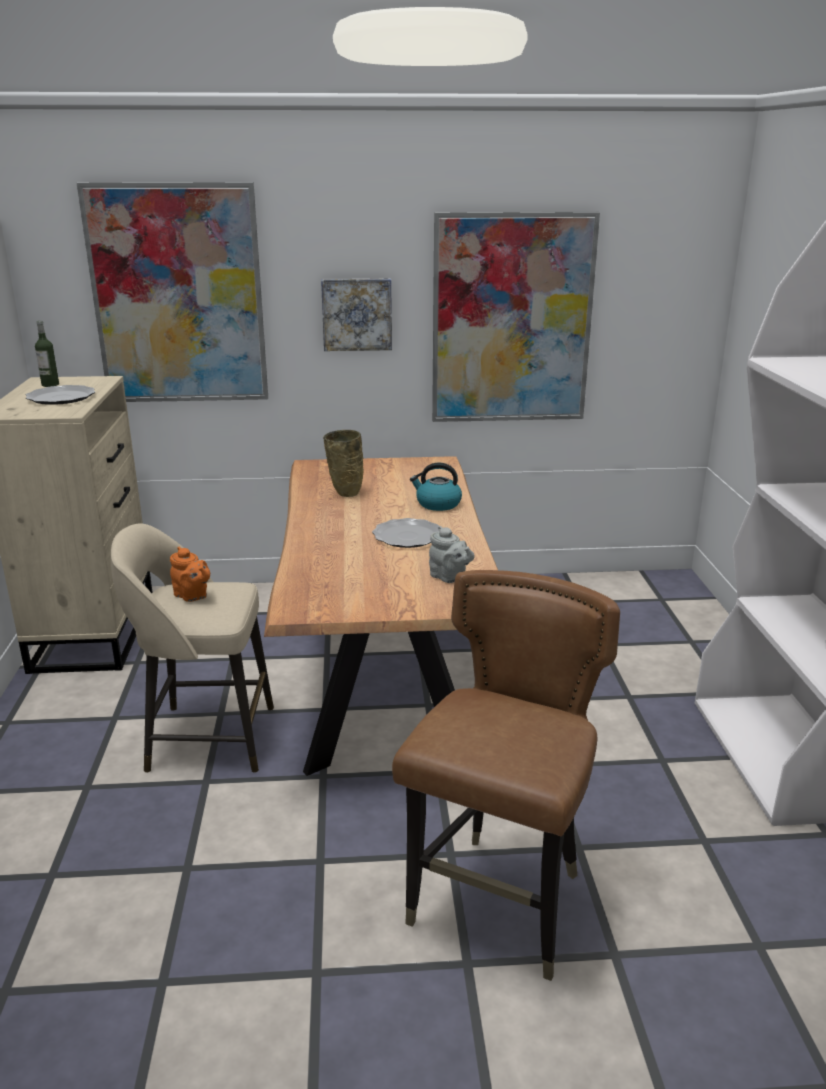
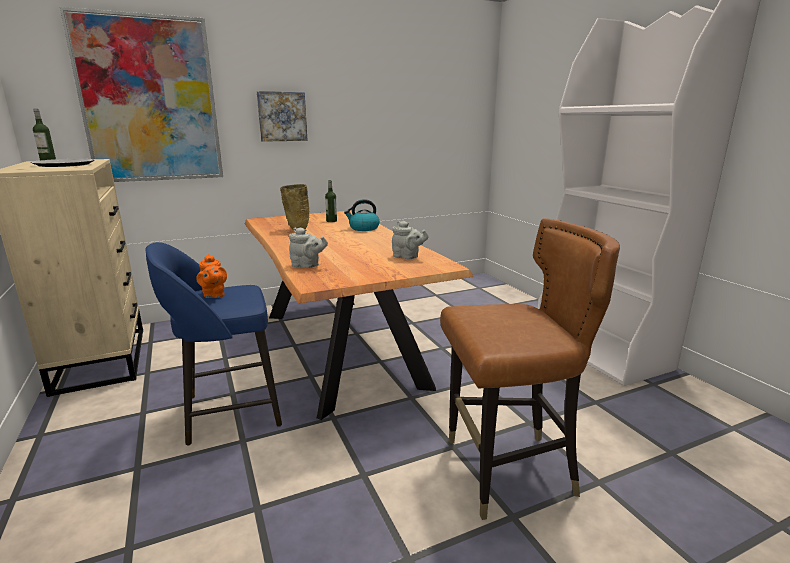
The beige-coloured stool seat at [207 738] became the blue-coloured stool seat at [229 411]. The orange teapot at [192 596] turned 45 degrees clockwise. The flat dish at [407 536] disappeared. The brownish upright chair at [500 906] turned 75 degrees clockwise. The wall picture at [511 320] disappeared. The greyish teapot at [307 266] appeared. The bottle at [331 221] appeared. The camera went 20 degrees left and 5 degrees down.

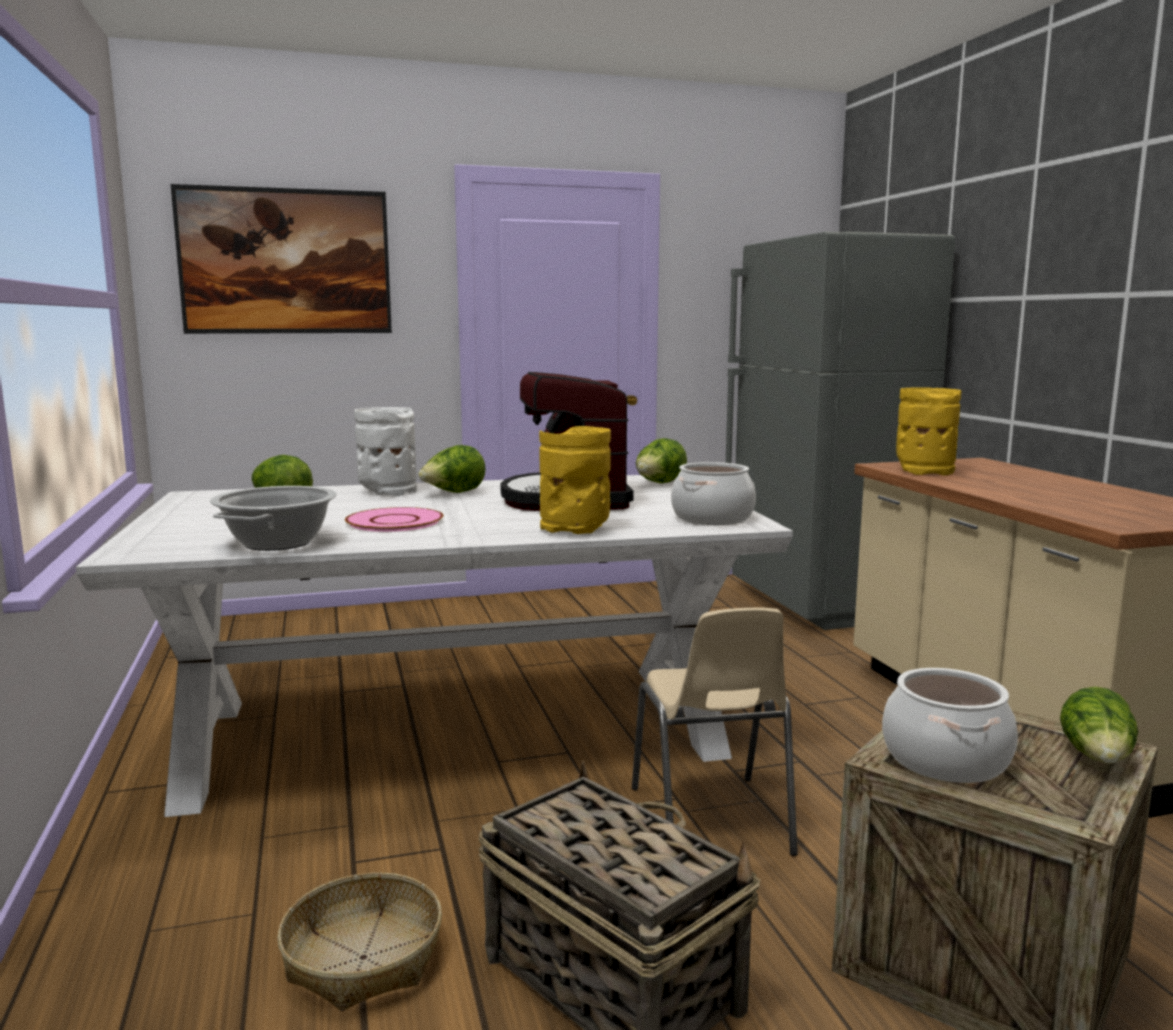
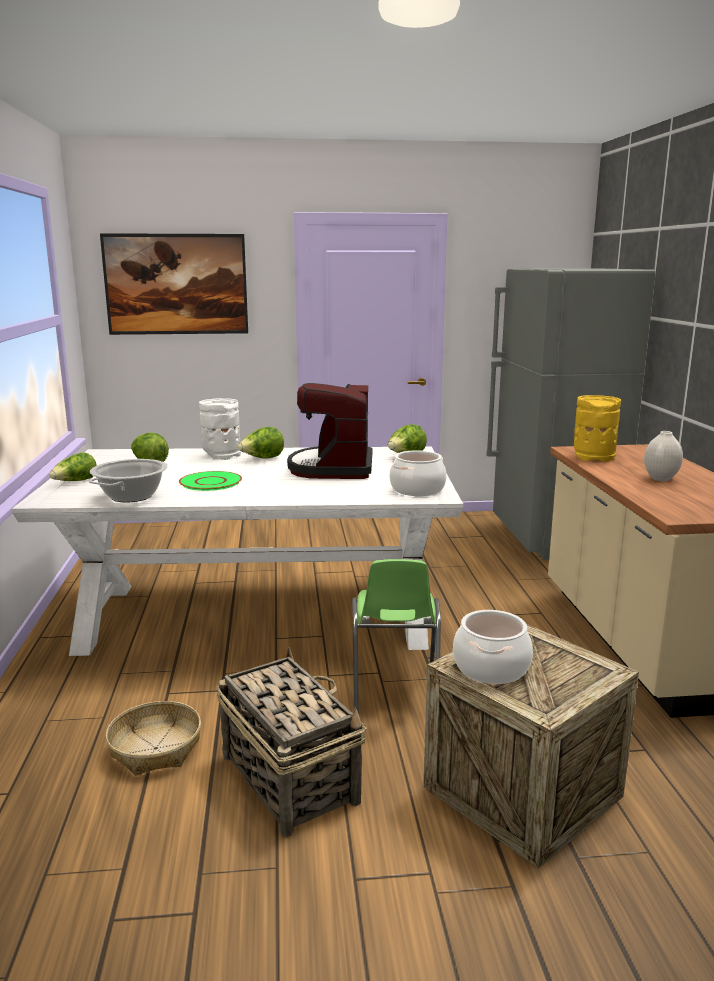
The pink flat dish at [395 521] became the greenish flat dish at [211 482]. The yellow-coloured flower vase at [575 530] disappeared. The beige-coloured upright chair at [710 821] became the greenish upright chair at [394 689]. The lettuce head moved from [1098 758] to [75 482]. The whitish flower vase at [660 479] appeared. The camera went 10 degrees right and 5 degrees up.

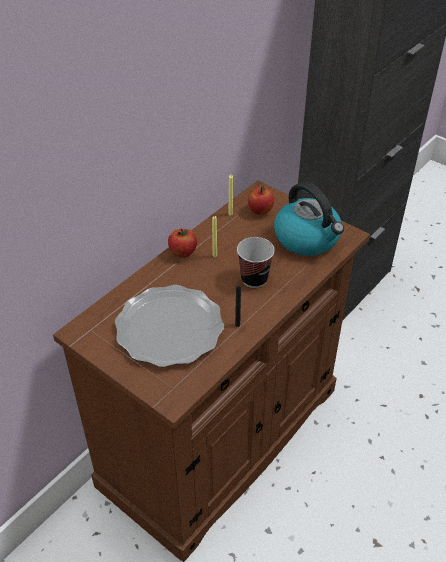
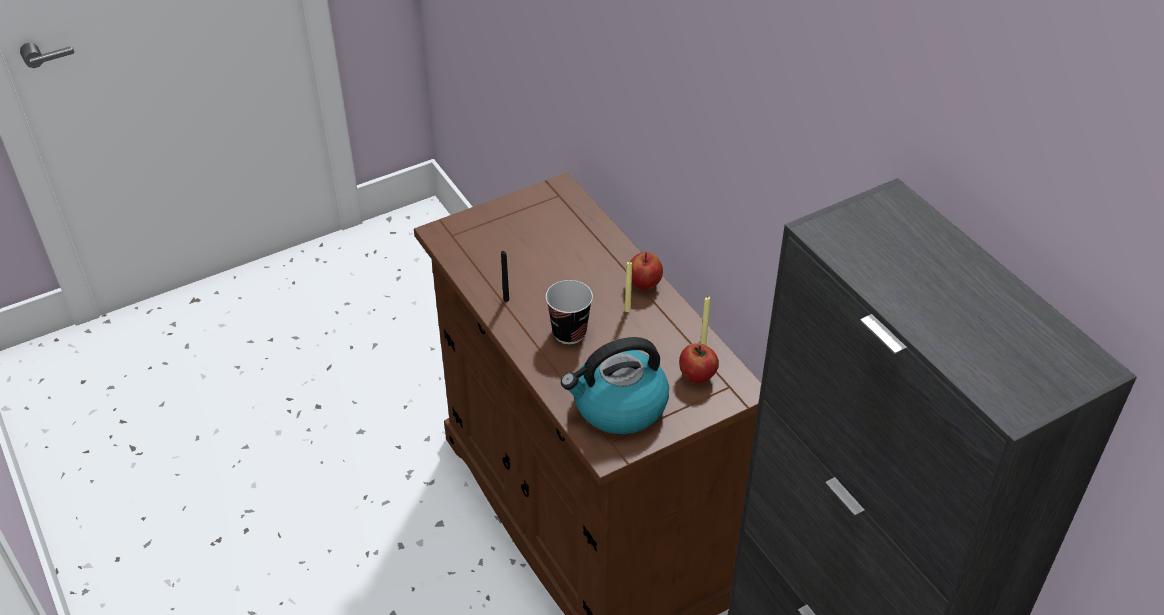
The flat dish at [170 328] disappeared. The camera went 110 degrees right and 0 degrees up.

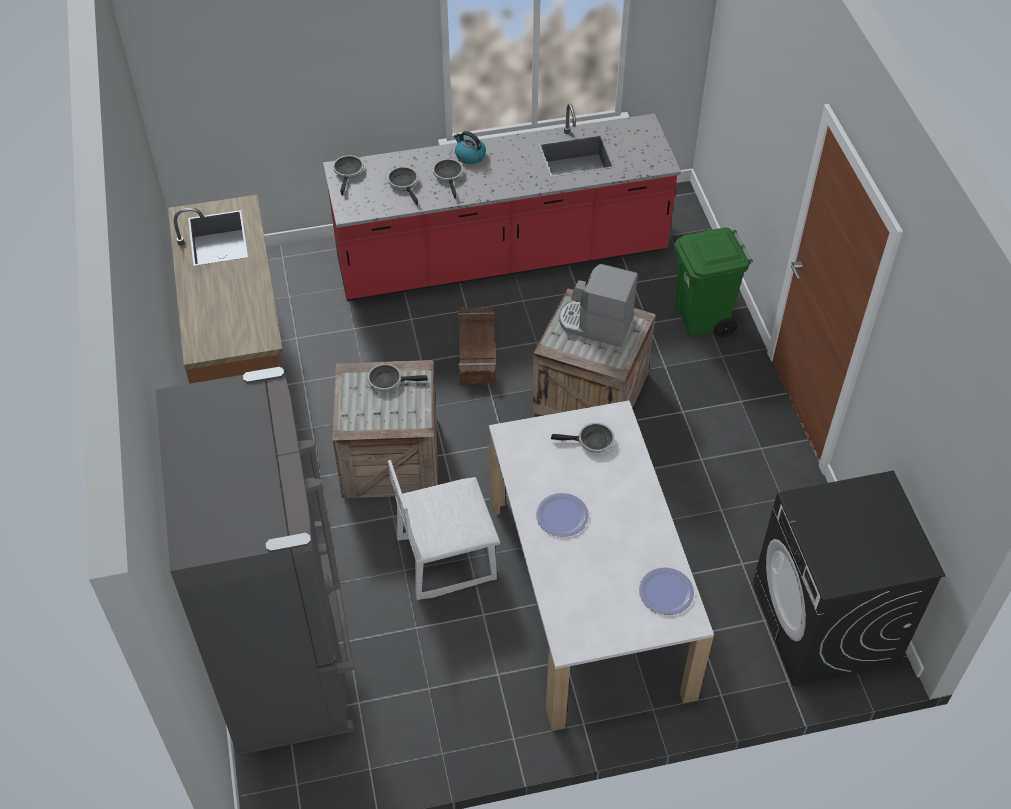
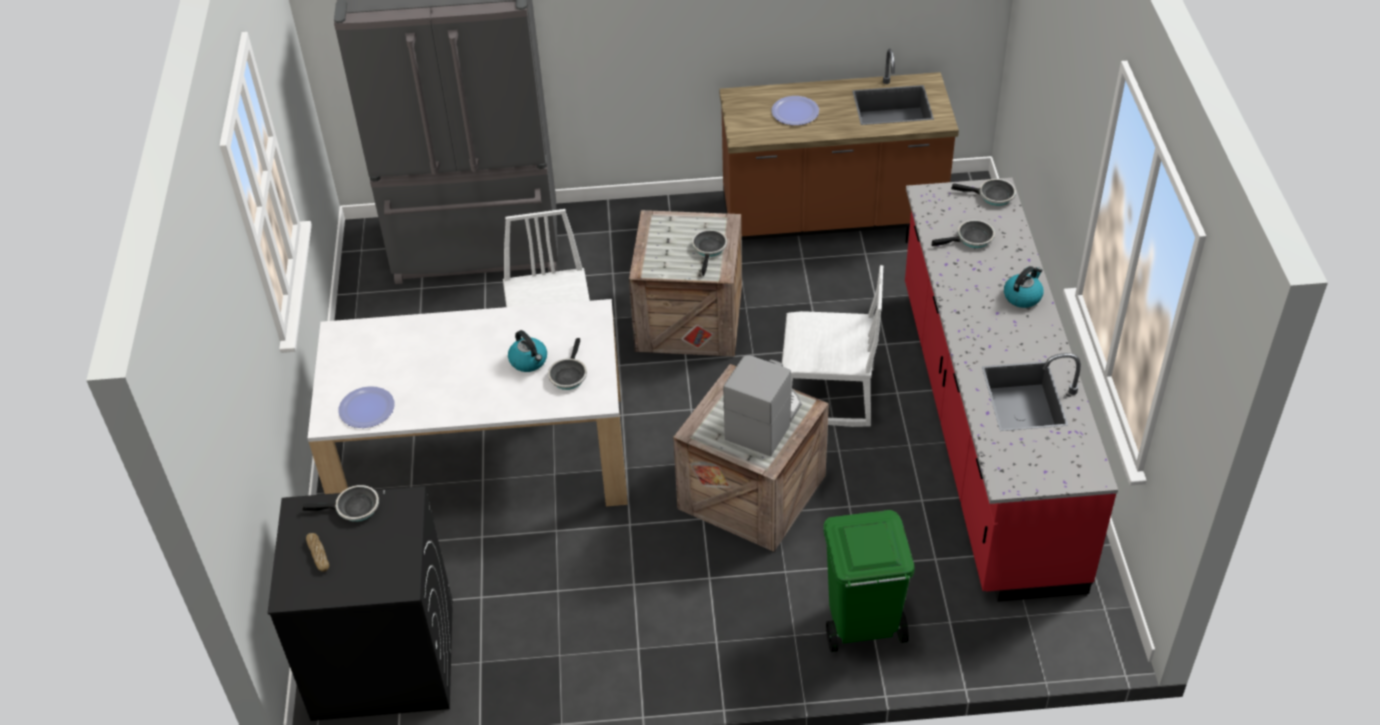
The pan moved from [449 176] to [354 508]. The crate at [477 352] was replaced by the whitish upright chair at [828 397]. The flat dish moved from [562 516] to [795 112]. The bakery bread at [318 554] appeared. The kettle at [529 361] appeared. The camera went 100 degrees right and 5 degrees down.

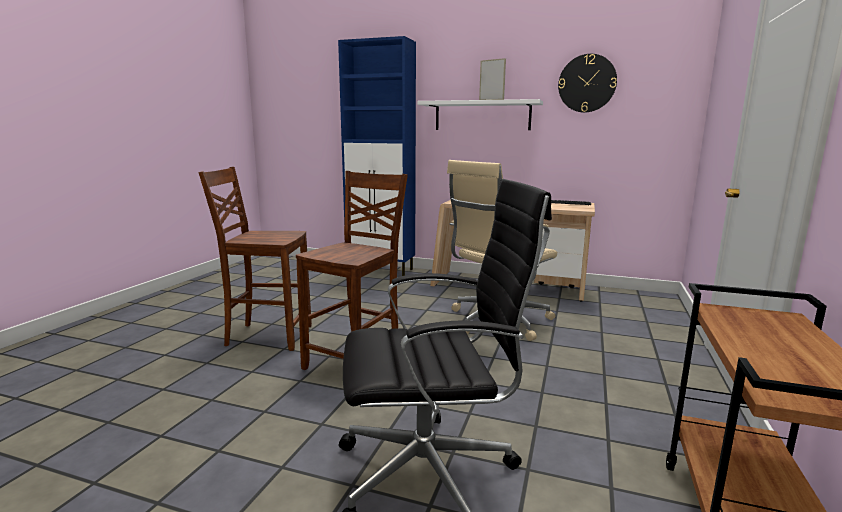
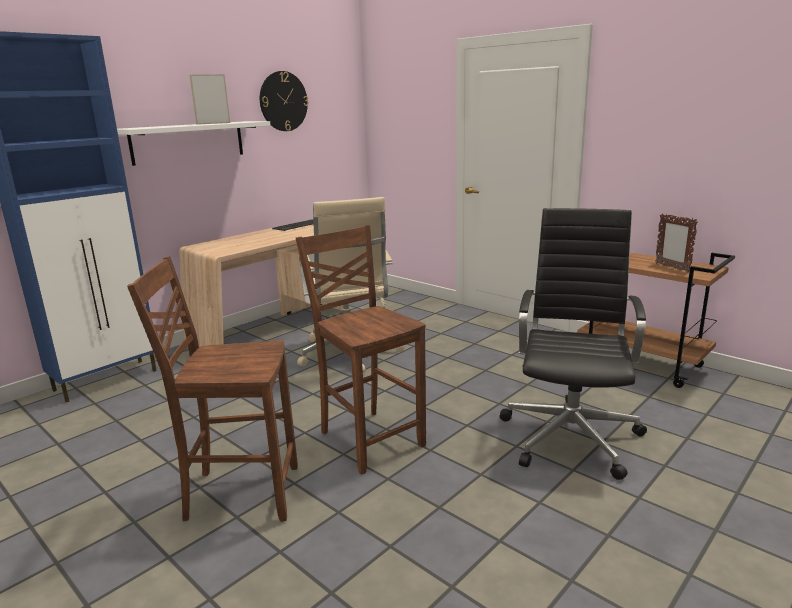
The brownish upright chair at [267 336] turned 60 degrees clockwise. The picture frame at [671 267] appeared. The camera went 65 degrees left and 5 degrees up.

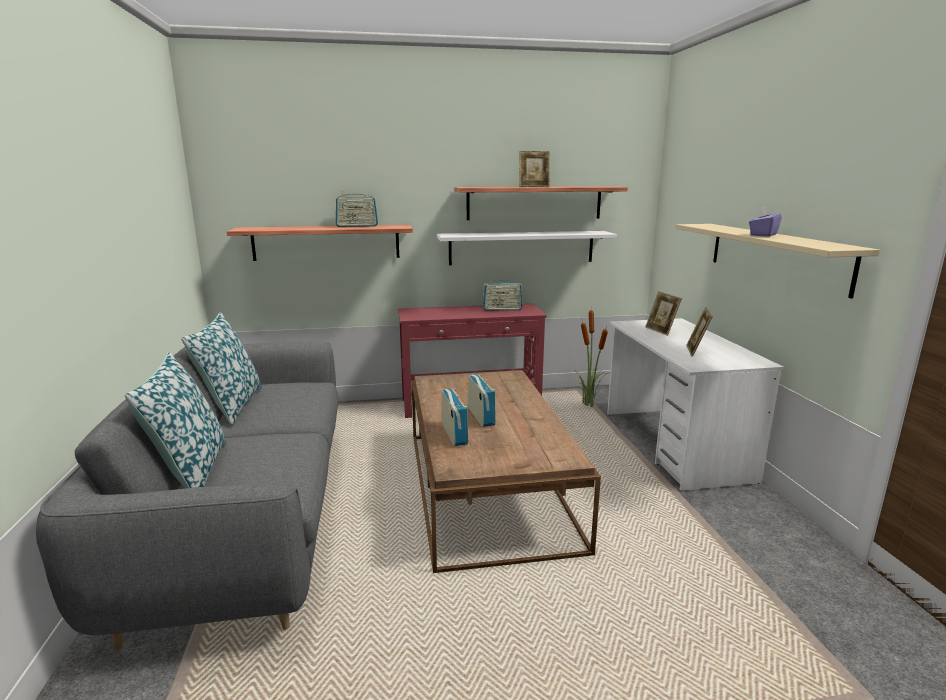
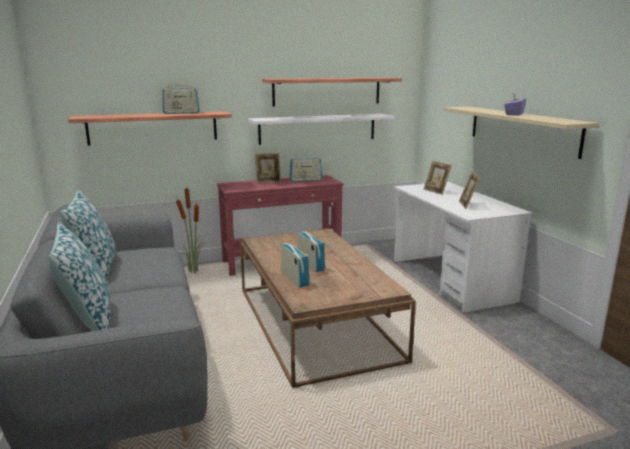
The picture frame moved from [533 187] to [268 181]. The houseplant moved from [589 404] to [194 271]. The camera went 10 degrees left and 0 degrees up.

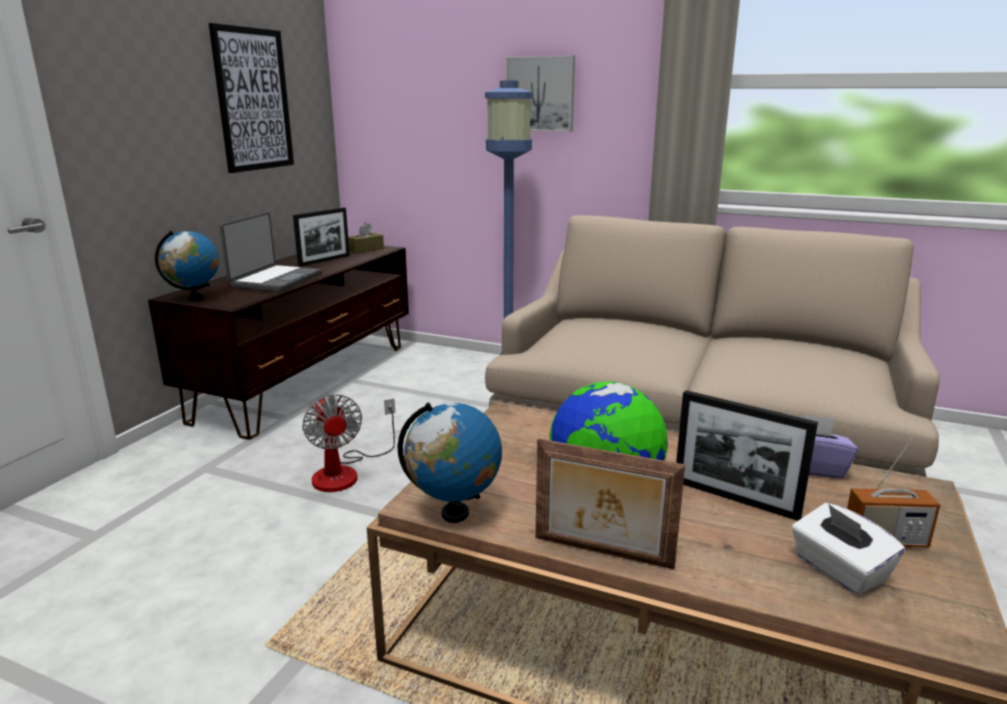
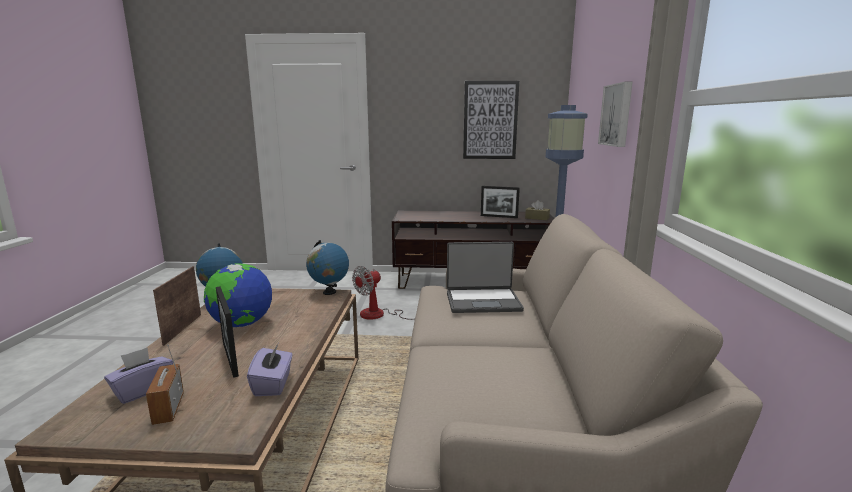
The globe moved from [196 298] to [329 292]. The laptop moved from [275 280] to [483 301]. The picture frame at [735 498] turned 45 degrees counterclockwise. The whitish box of tissues at [838 570] became the purplish box of tissues at [142 390]. The camera went 70 degrees right and 5 degrees down.

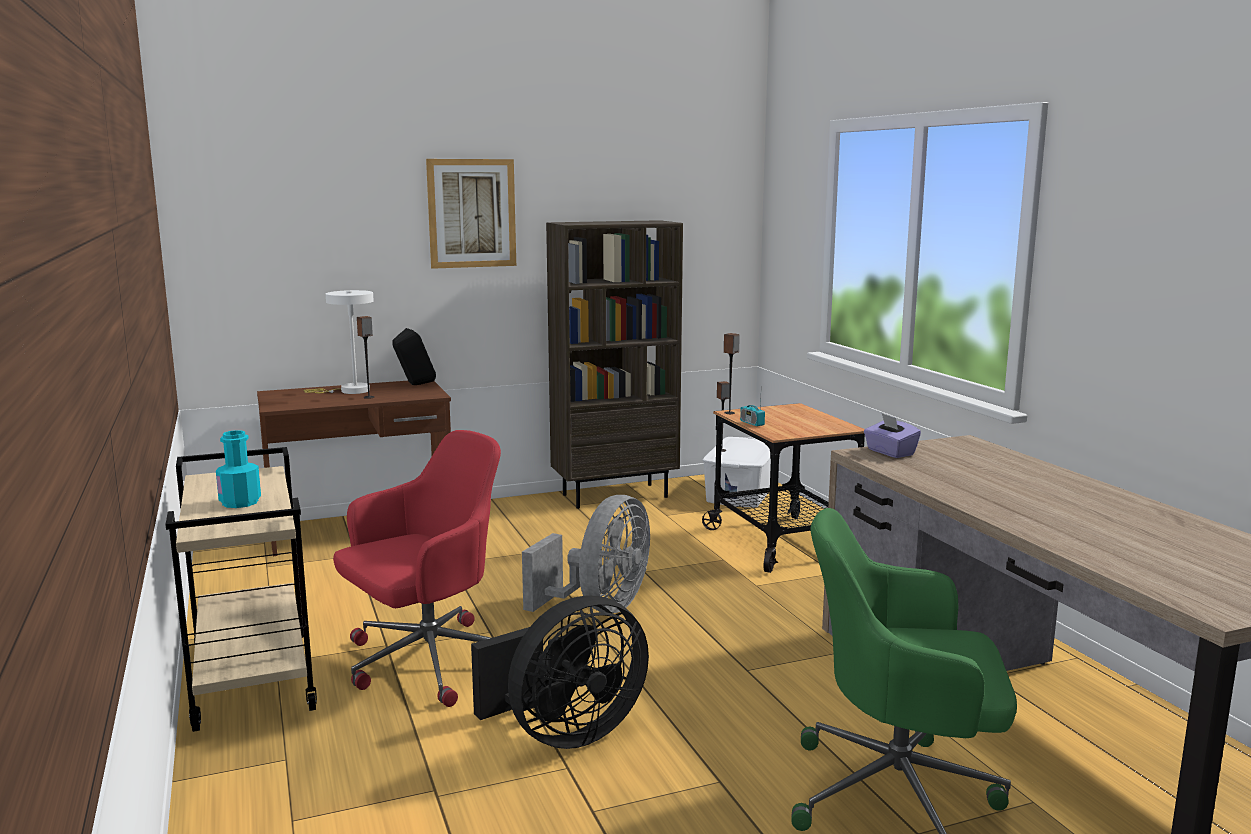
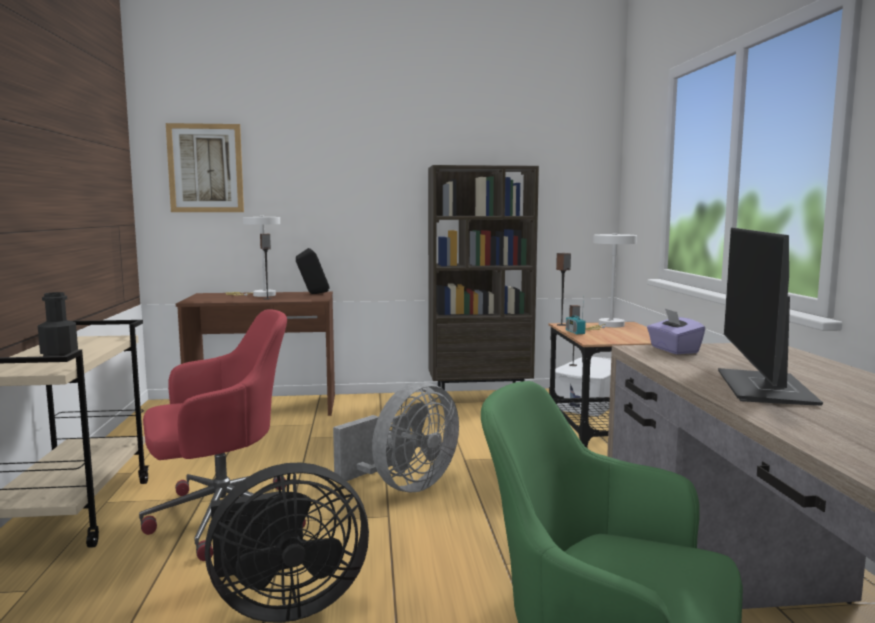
The turquoise-coloured bottle at [240 502] became the black bottle at [59 355]. The wall picture moved from [472 213] to [205 168]. The whitish lamp for a table at [609 325] appeared. The computer display at [766 389] appeared. The camera went 15 degrees right and 5 degrees down.

